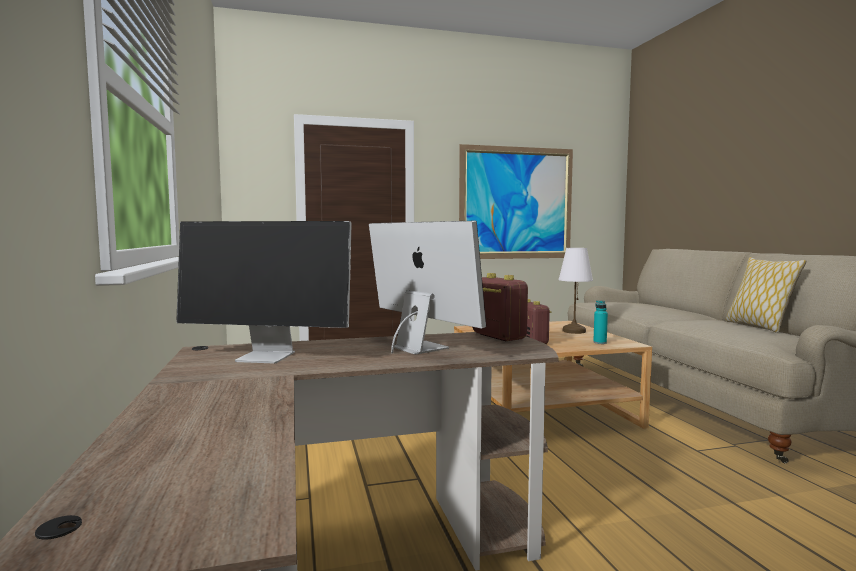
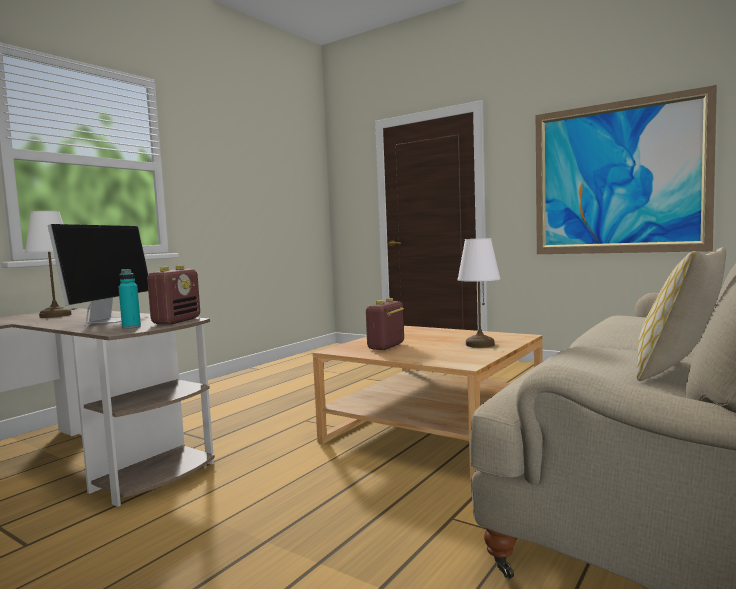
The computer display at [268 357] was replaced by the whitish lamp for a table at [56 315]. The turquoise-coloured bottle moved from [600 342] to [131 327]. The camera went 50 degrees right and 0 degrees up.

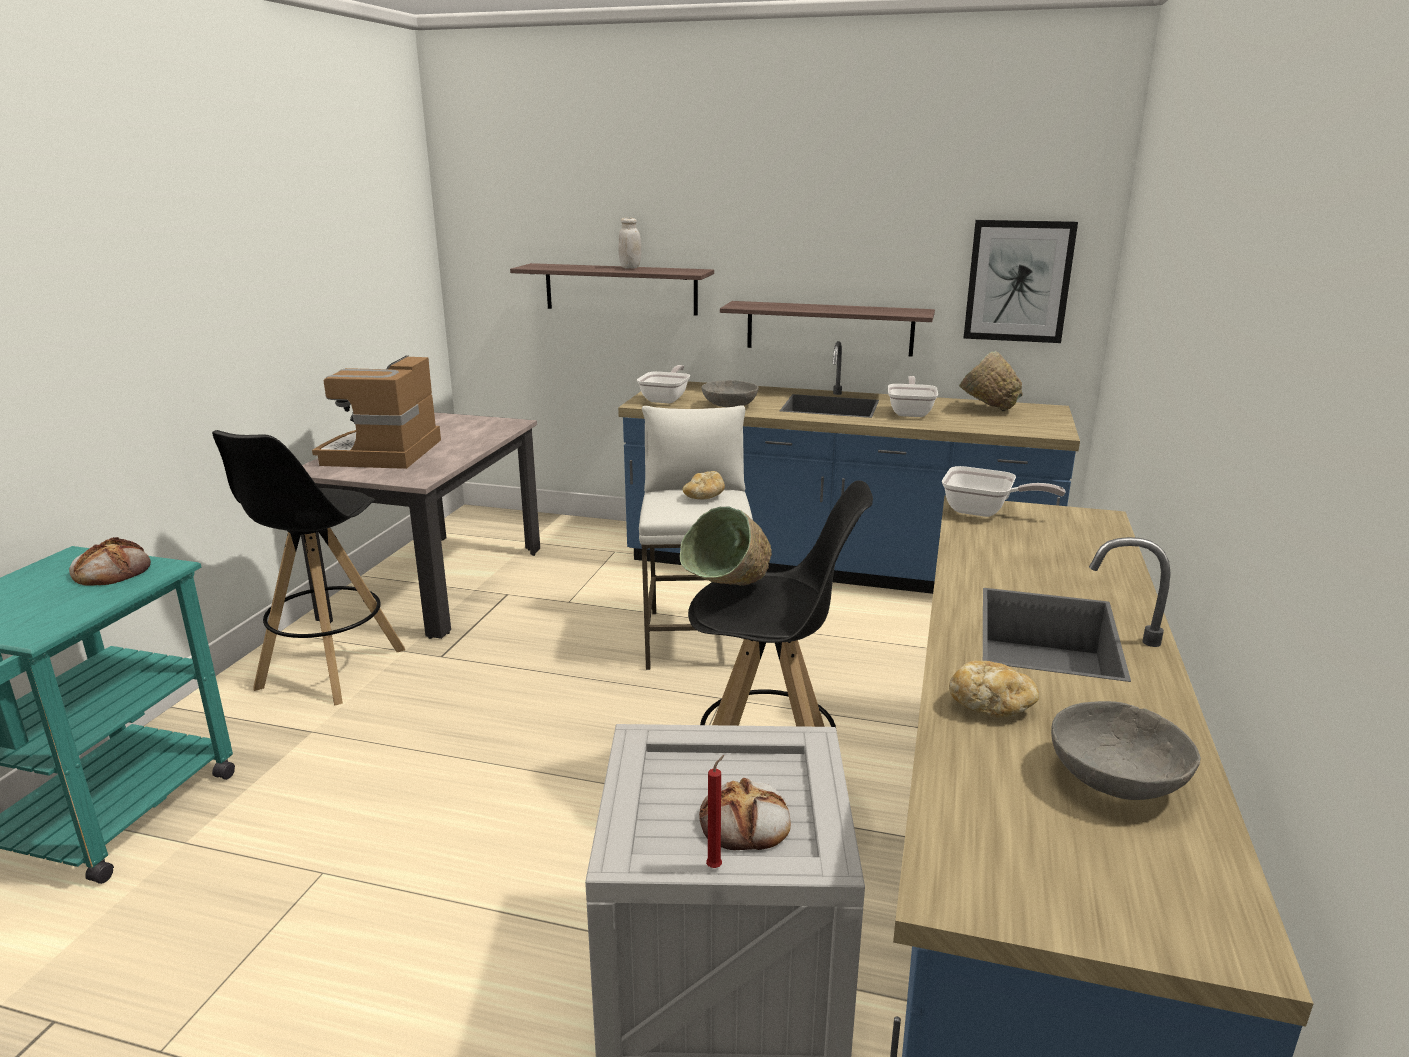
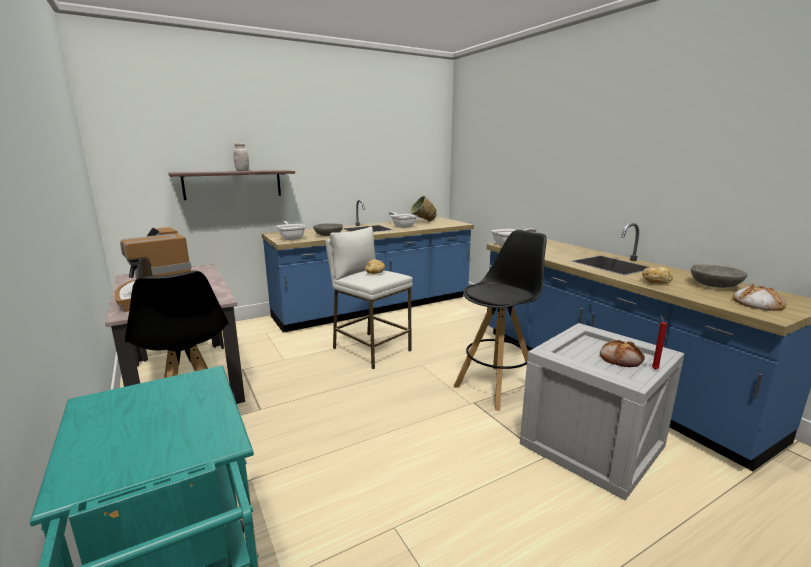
The bakery bread moved from [112 570] to [757 303]. The greenish deep dish at [729 593] disappeared. The shelf at [829 328] disappeared. The wall picture at [1018 281] disappeared. The camera went 45 degrees left and 5 degrees down.

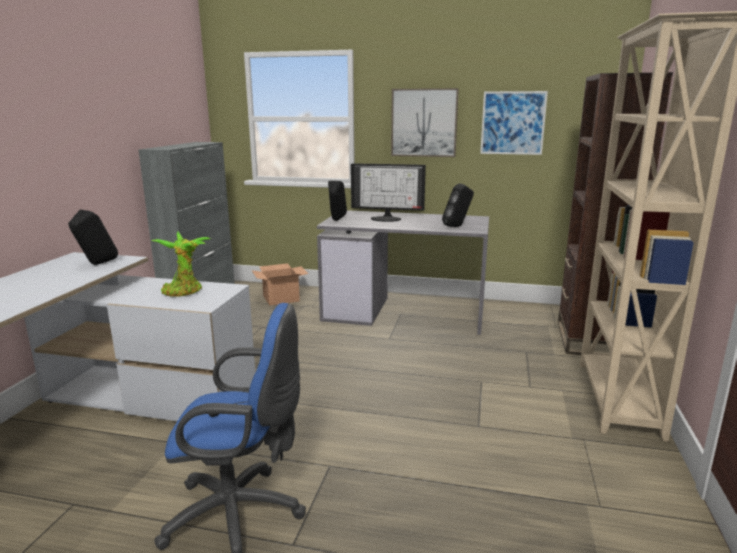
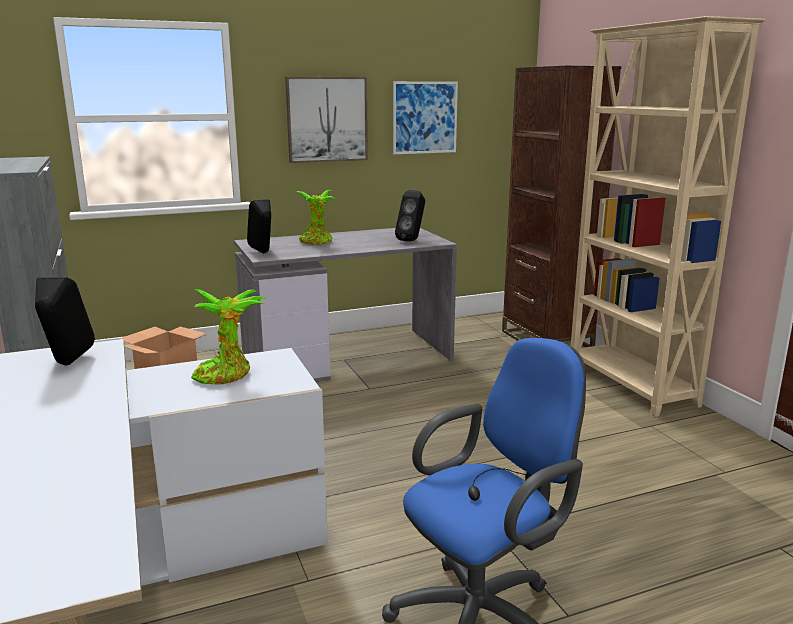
The computer display at [386 218] was replaced by the houseplant at [317 242]. The camera went 35 degrees left and 0 degrees up.

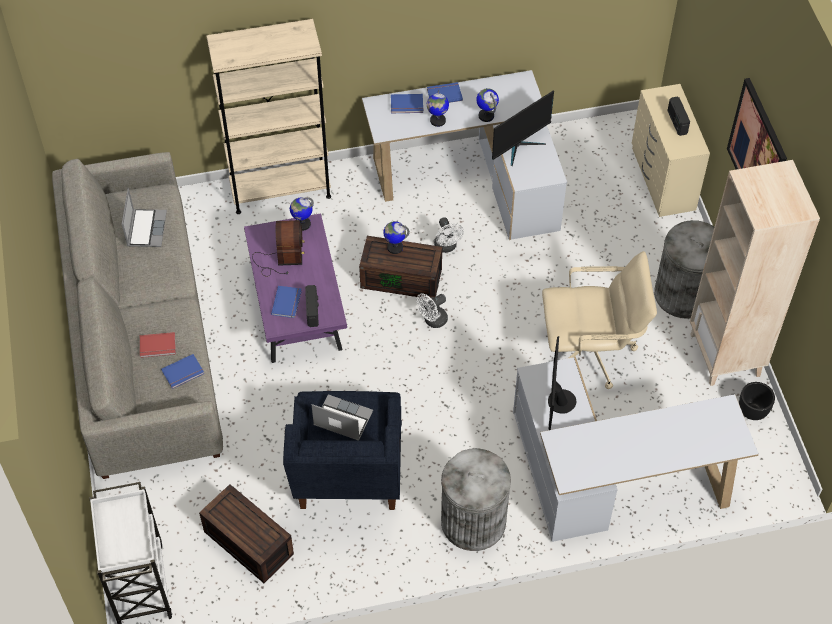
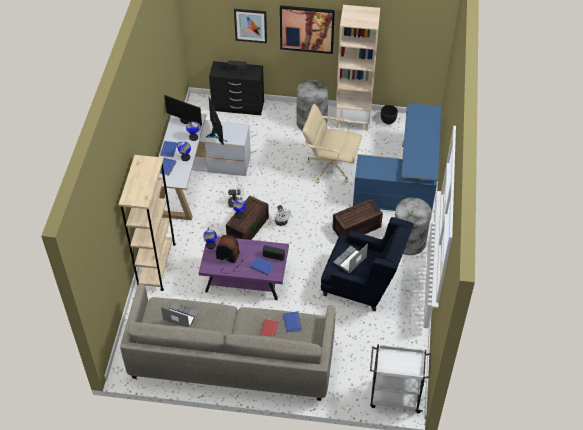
The brownish storage container moved from [246 543] to [356 228]. The whitish desk unit at [610 479] became the blue-coloured desk unit at [404 182]. The beige-coloured computer chair at [590 352] turned 90 degrees counterclockwise. The computer display moved from [558 401] to [186 120]. The beige-coloured drawer chest at [662 179] became the black drawer chest at [238 106]. The wall picture at [250 25] appeared. The camera went 70 degrees left and 5 degrees down.

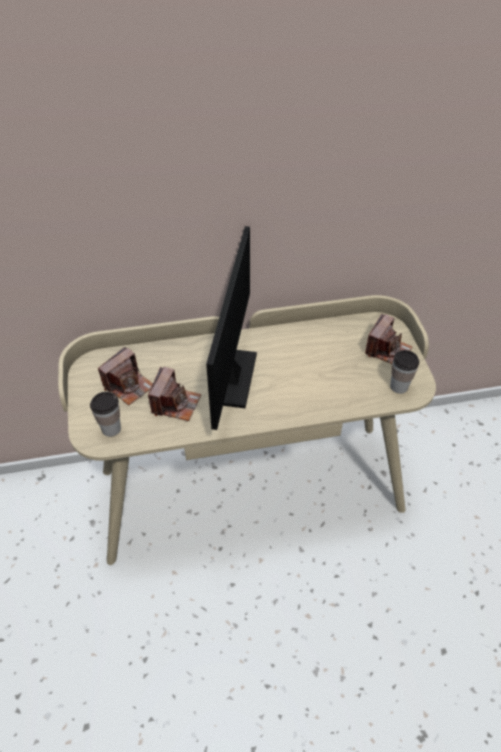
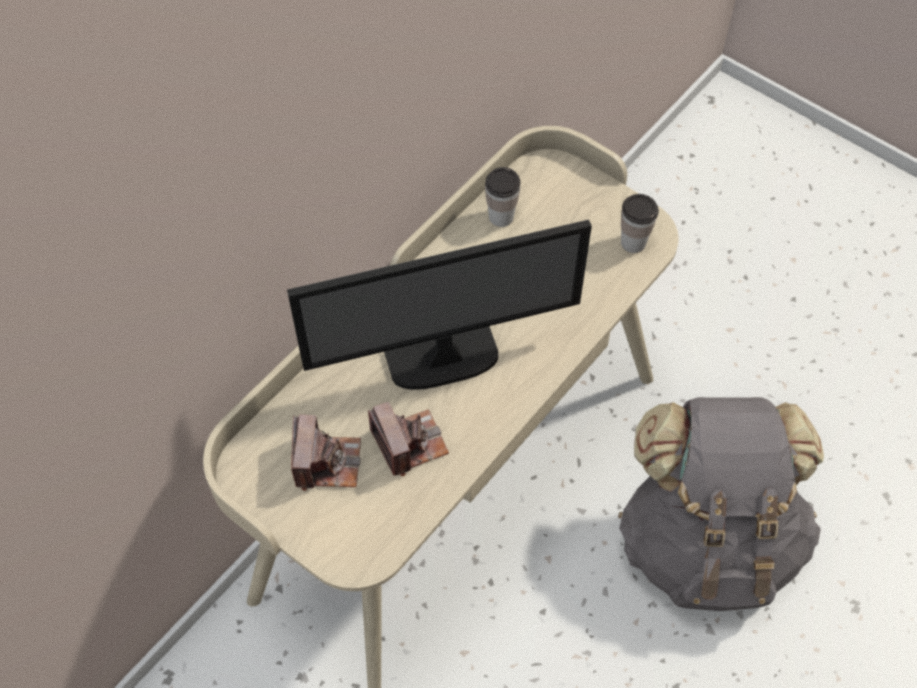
The small cup moved from [111 429] to [501 217]. The computer display at [233 378] turned 75 degrees counterclockwise. The photo camera at [387 350] disappeared. The greyish rucksack at [707 542] appeared. The camera went 40 degrees left and 10 degrees up.

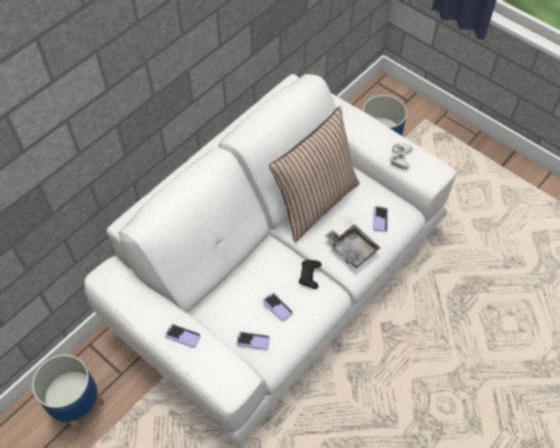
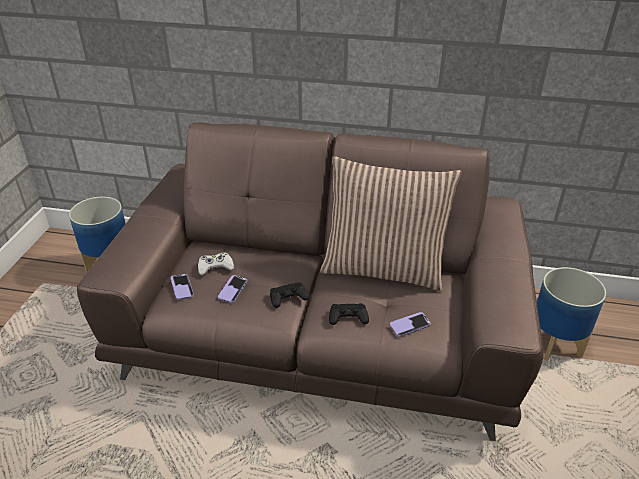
The whitish sofa at [280 278] became the brownish sofa at [320 332]. The phone at [183 336] disappeared. The greyish serving tray at [352 249] was replaced by the black joypad at [348 317]. The whitish joypad moved from [400 157] to [215 267]. The camera went 60 degrees right and 20 degrees down.

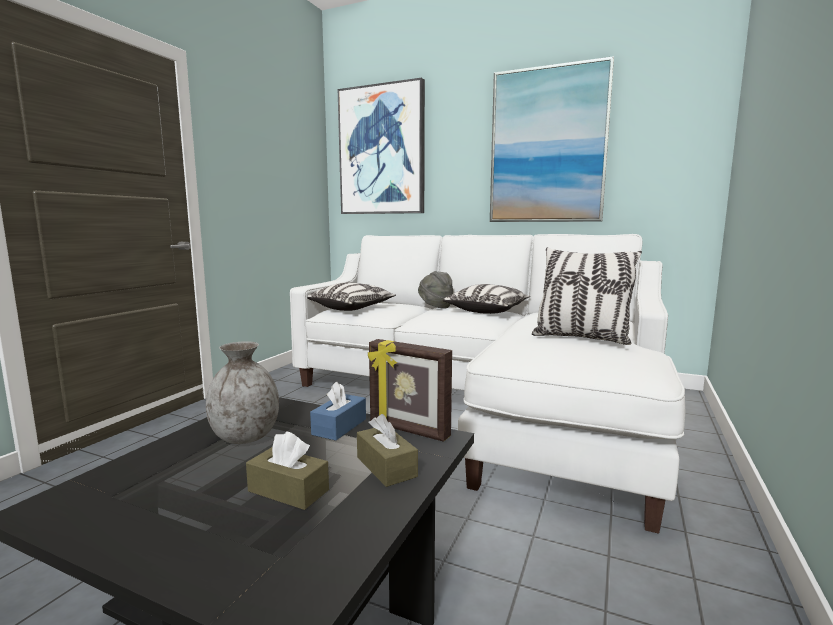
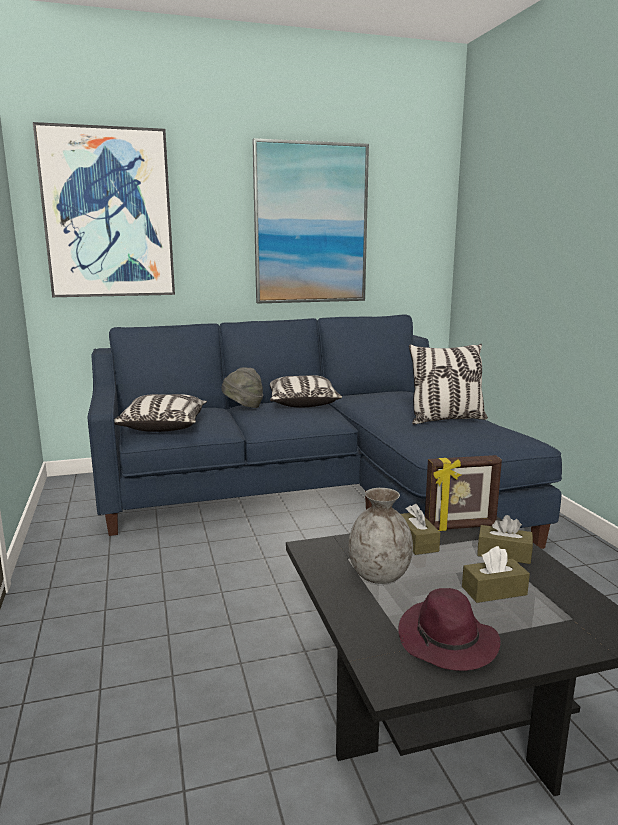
The whitish sofa at [484 399] became the blue-coloured sofa at [314 492]. The blue-coloured box of tissues at [339 427] became the brownish box of tissues at [416 542]. The purplish wearable hat at [448 641] appeared. The camera went 40 degrees left and 5 degrees up.

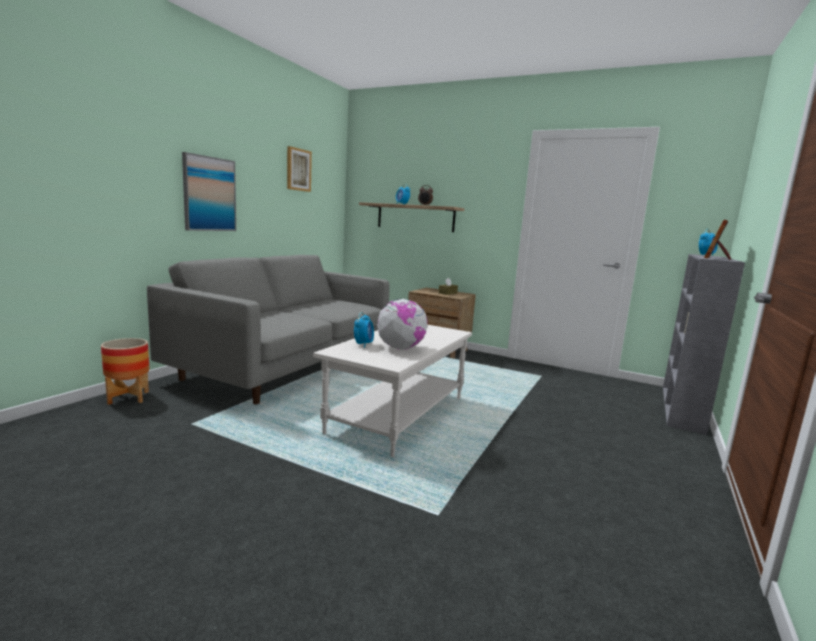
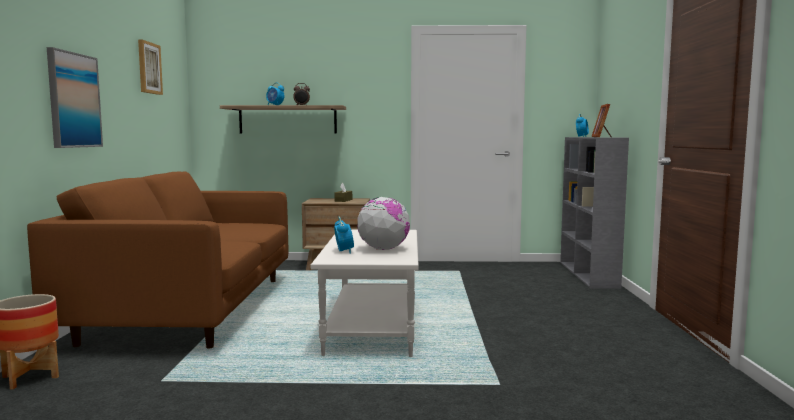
The greyish sofa at [286 366] became the brownish sofa at [191 309]. The camera went 25 degrees left and 5 degrees down.

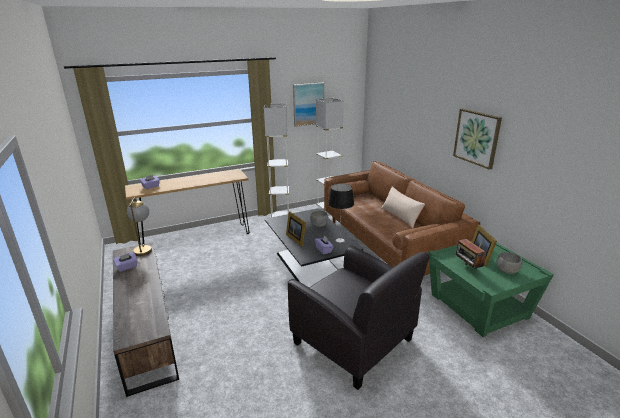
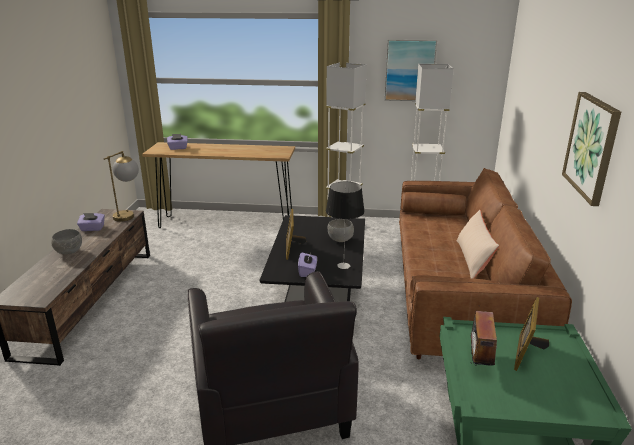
The greyish deep dish moved from [507 270] to [70 252]. The camera went 30 degrees right and 0 degrees up.

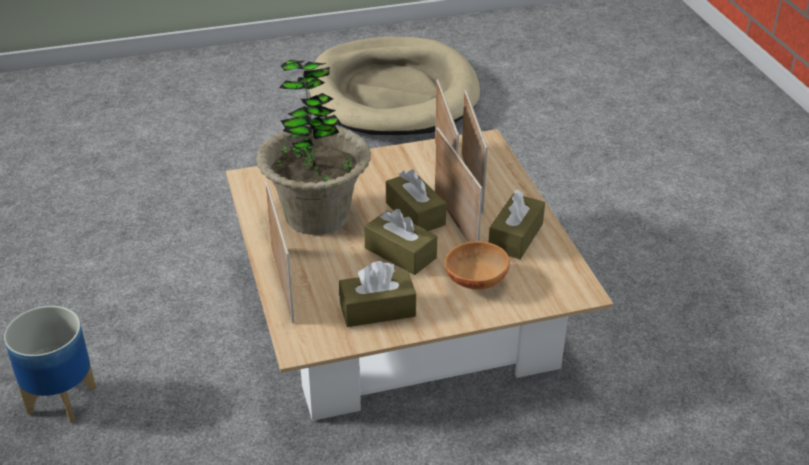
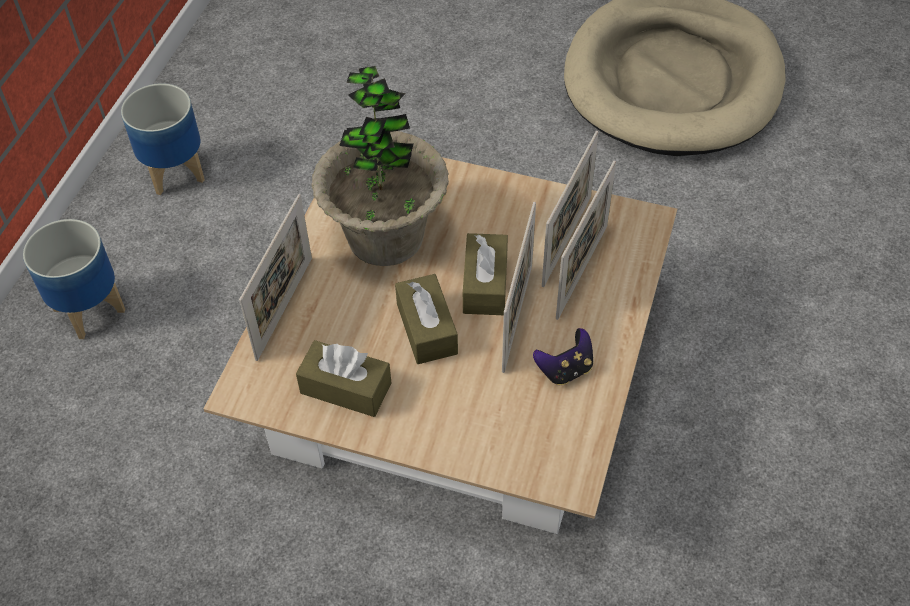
The brownish deep dish at [475 281] disappeared. The brownish box of tissues at [515 237] was replaced by the joypad at [565 369]. The planter at [175 171] appeared. The camera went 35 degrees right and 15 degrees up.

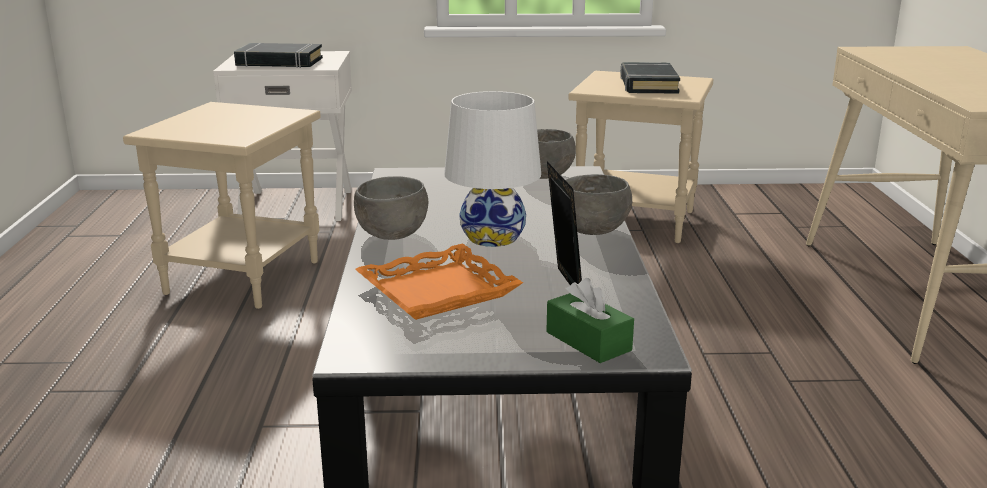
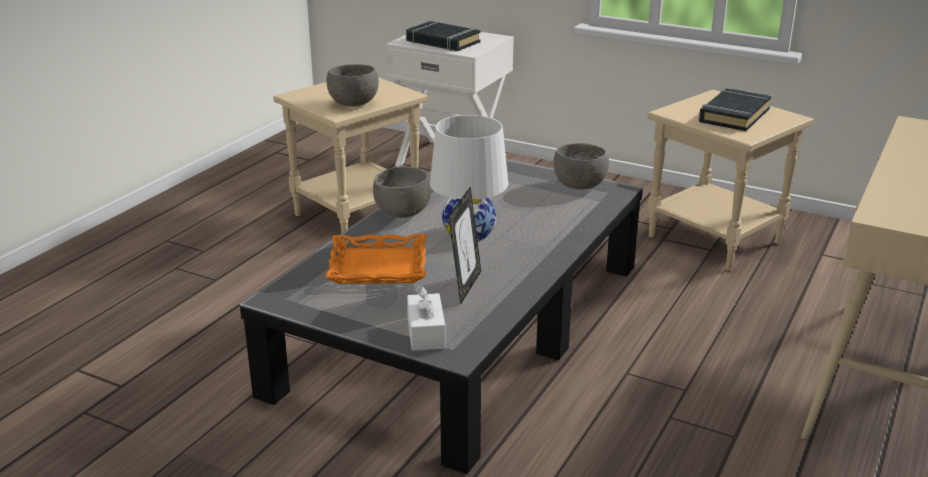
The greenish box of tissues at [588 341] became the whitish box of tissues at [426 333]. The greyish deep dish moved from [593 231] to [354 104]. The camera went 30 degrees right and 5 degrees up.

